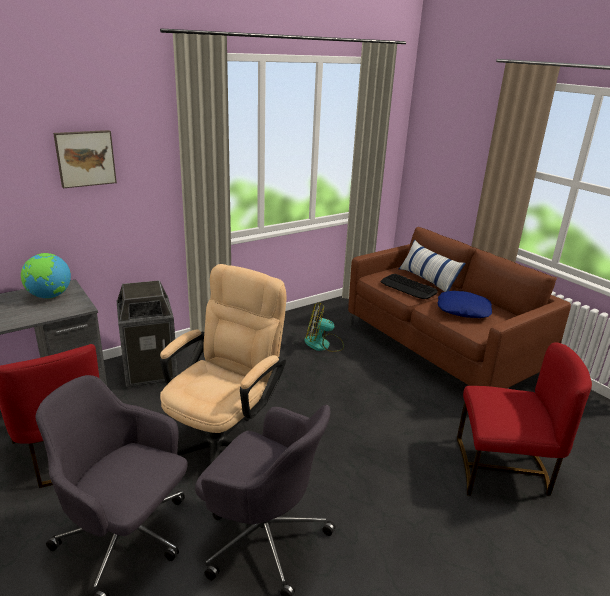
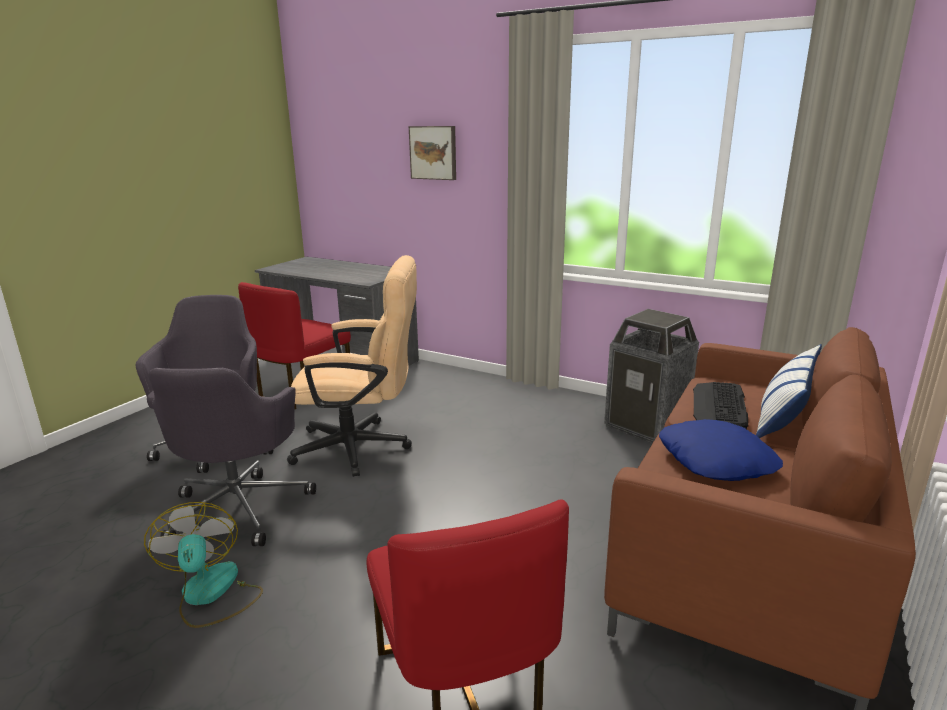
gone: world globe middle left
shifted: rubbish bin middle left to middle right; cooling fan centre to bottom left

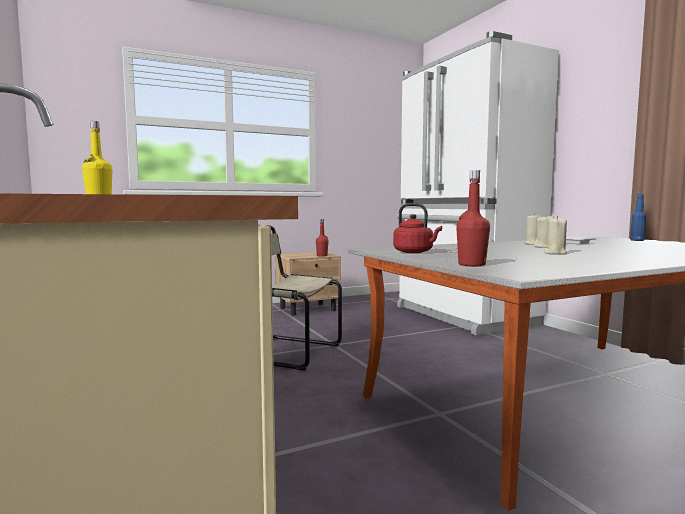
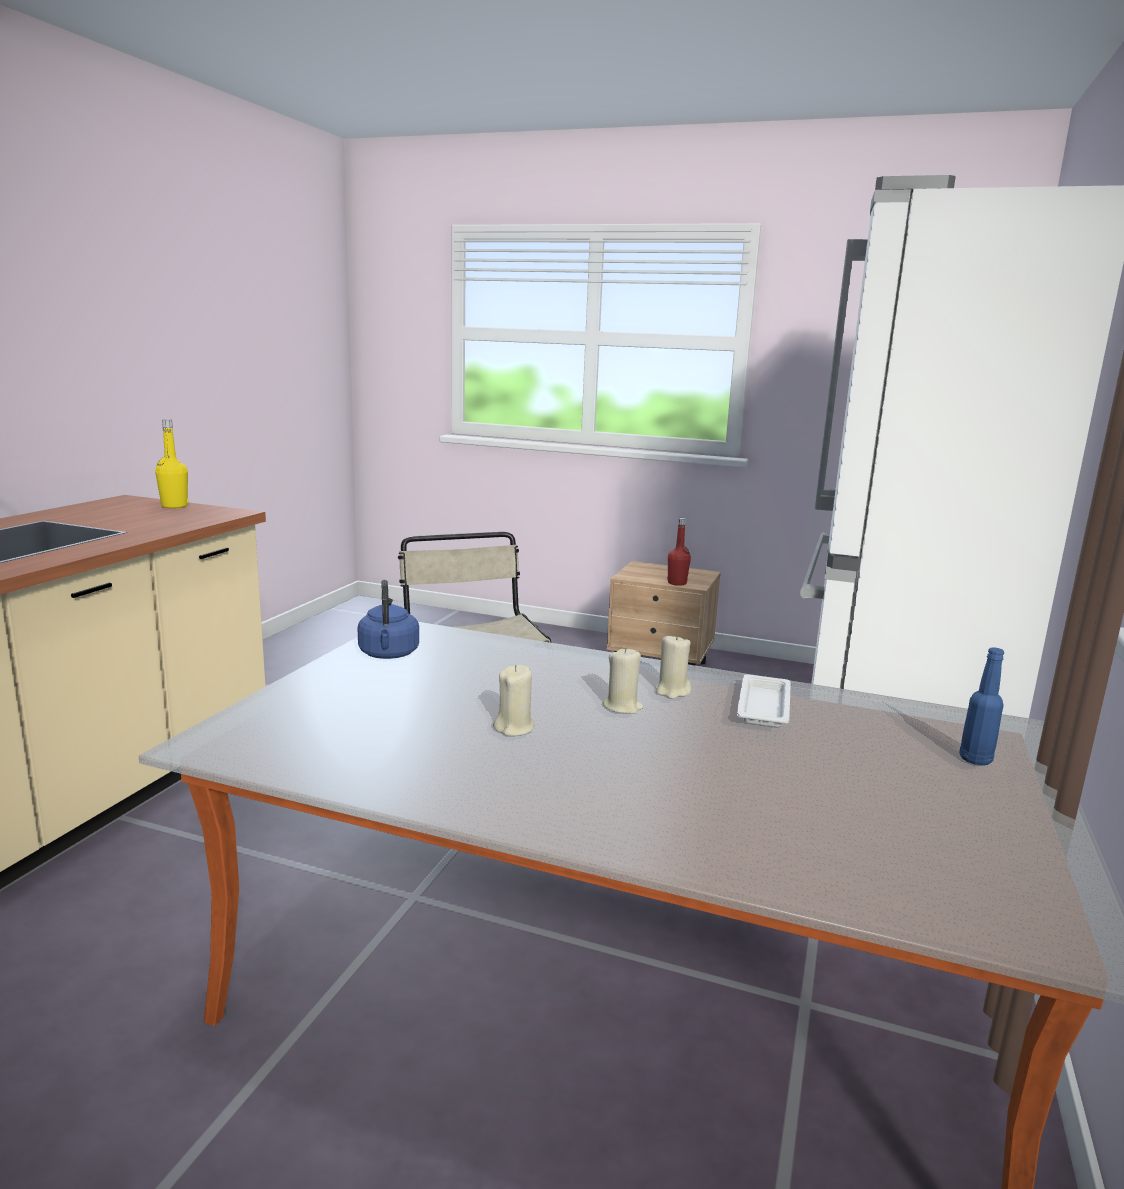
gone: red bottle (no. 2 from left) middle right
repainted: red kettle centre to bluish kettle centre

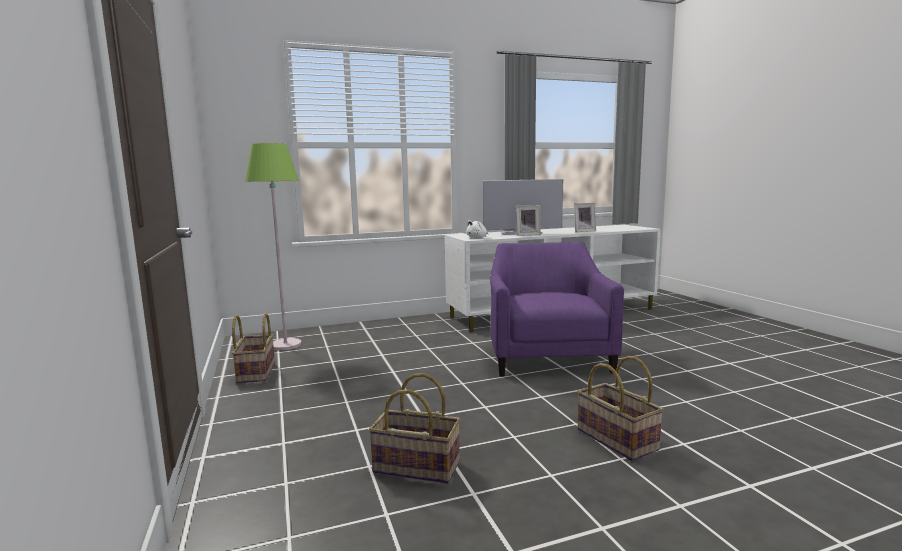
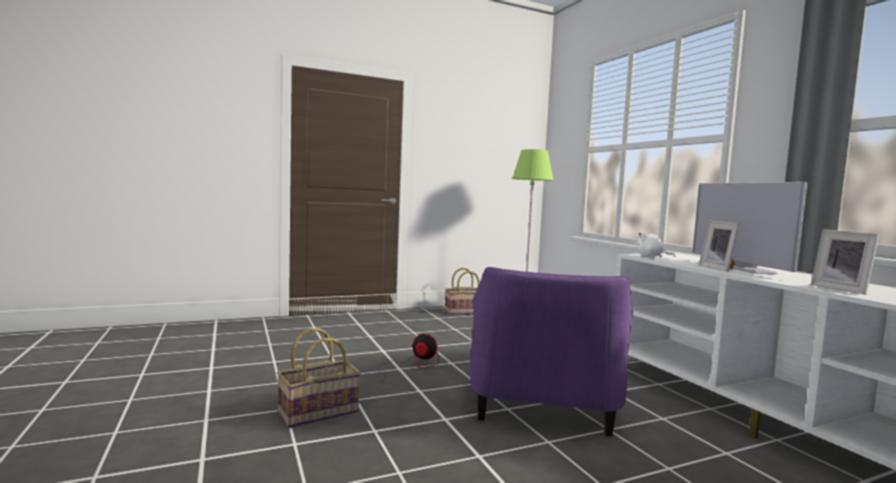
gone: household basket (no. 2 from left) bottom centre
new: cooling fan bottom centre
rotated: purplish armchair centre = bottom centre 105 degrees clockwise

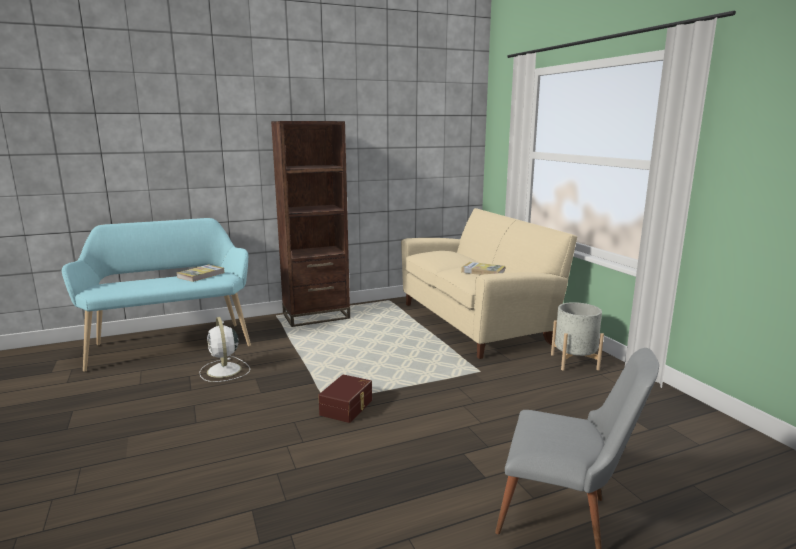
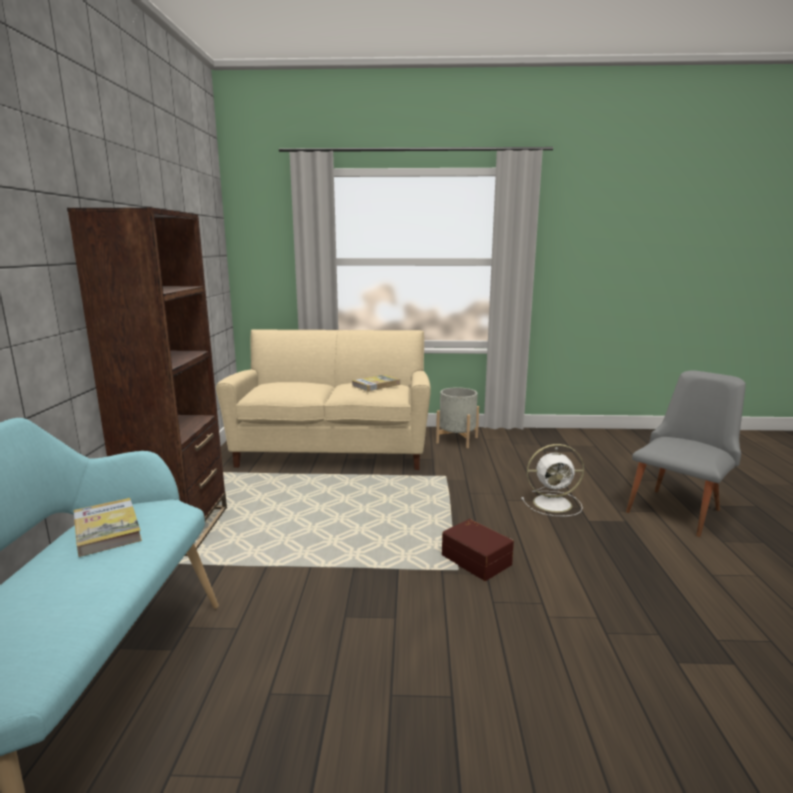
shifted: whitish cooling fan middle left to middle right

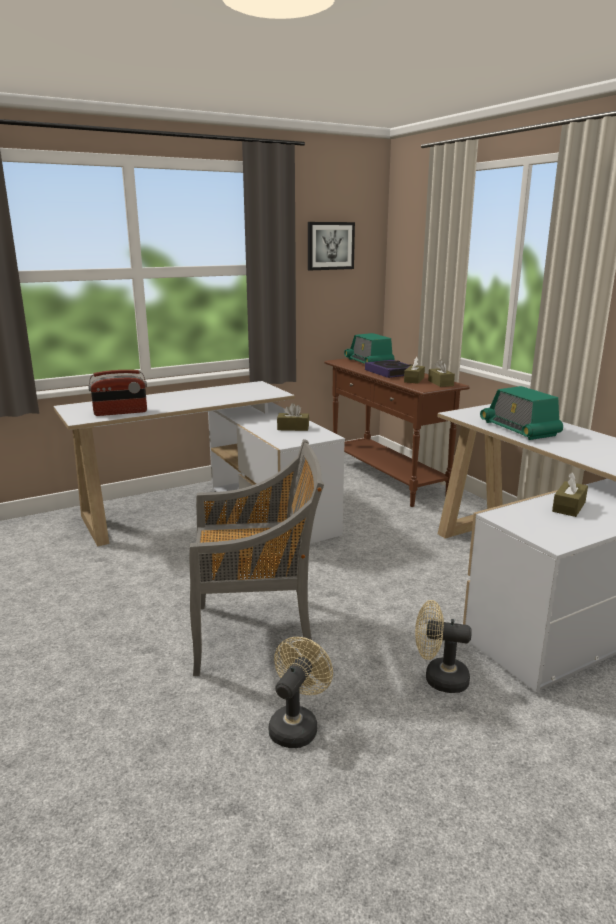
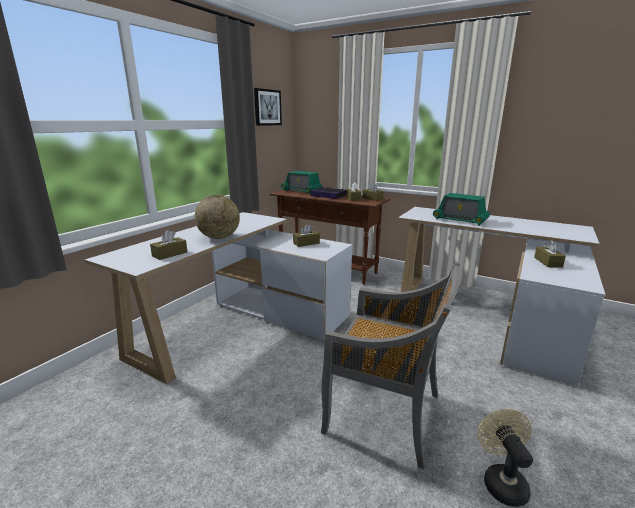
gone: beige cooling fan (no. 2 from left) bottom right
new: world globe centre
swapped: radio receiver (no. 1 from left) middle left to brown tissue holder (no. 1 from left) middle left
rotated: grey plain chair centre = bottom centre 60 degrees clockwise

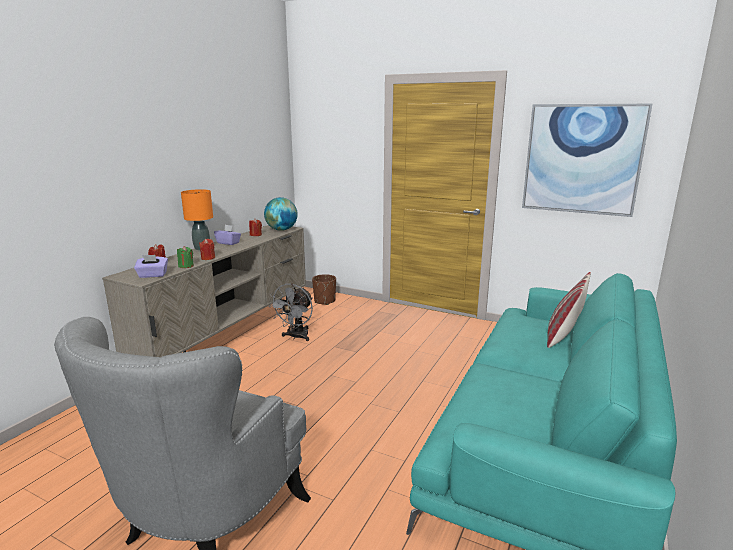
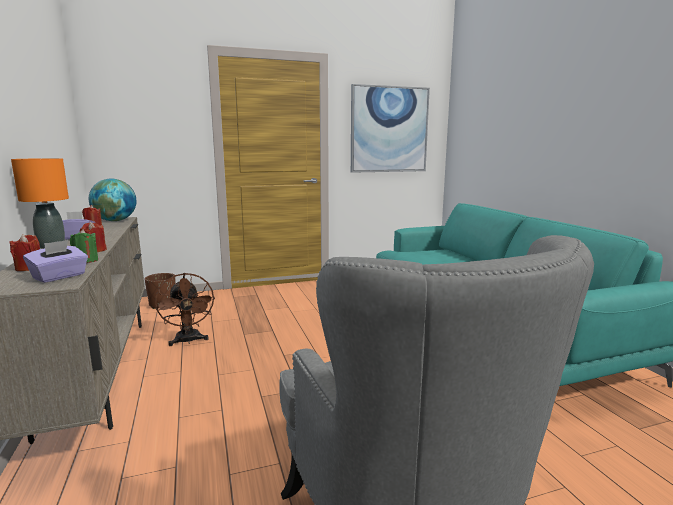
gone: cushion middle right
repainted: grey cooling fan centre to brown cooling fan middle left

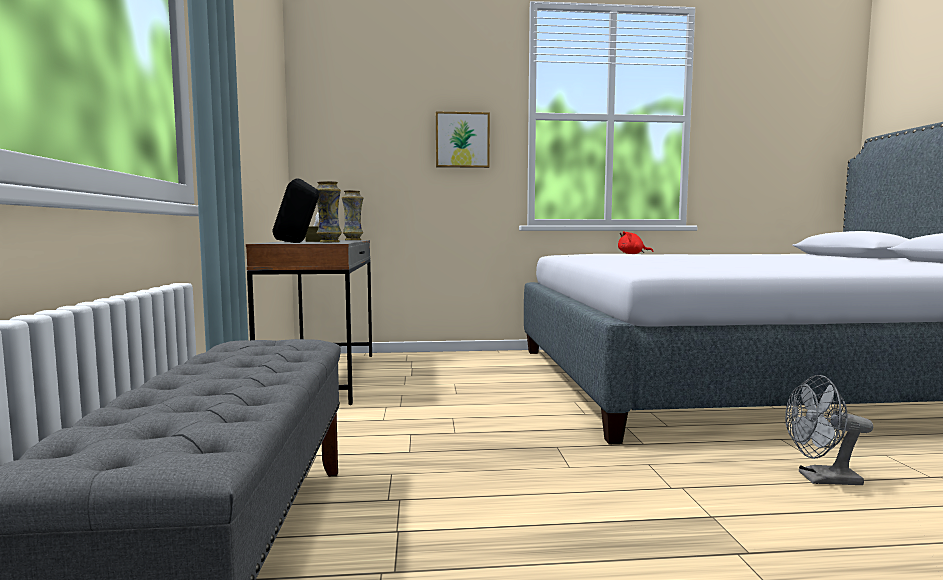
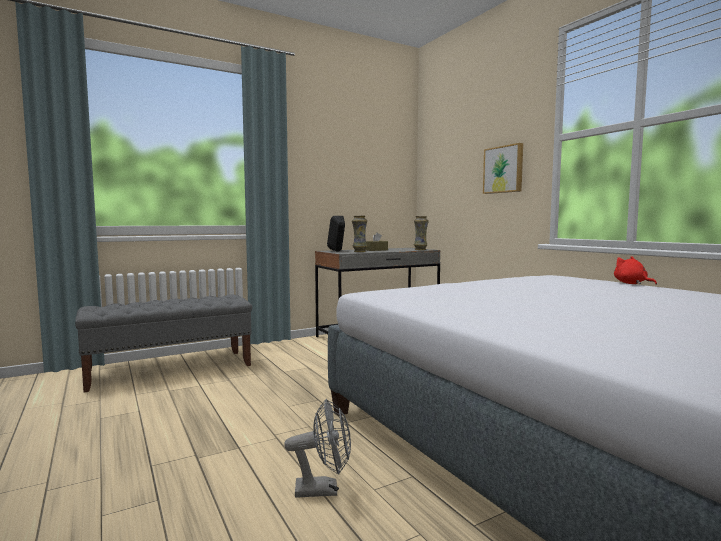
rotated: grey cooling fan bottom right = bottom centre 105 degrees clockwise

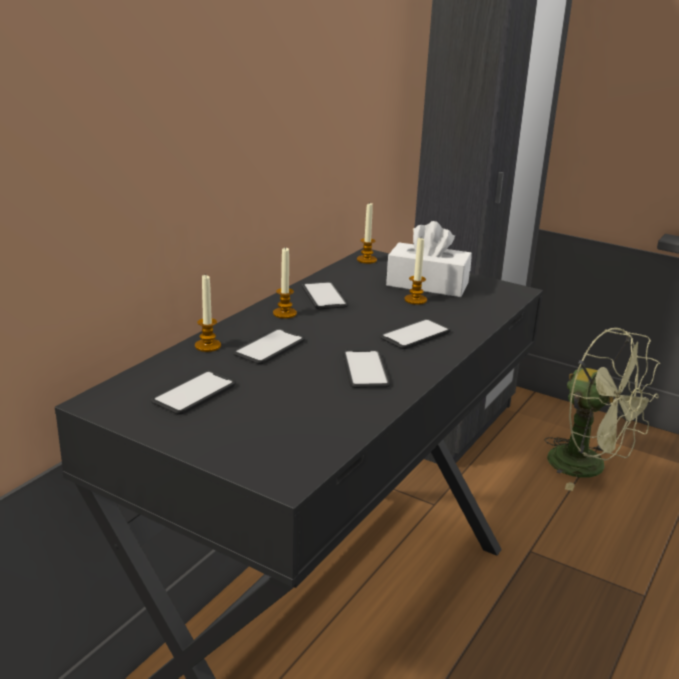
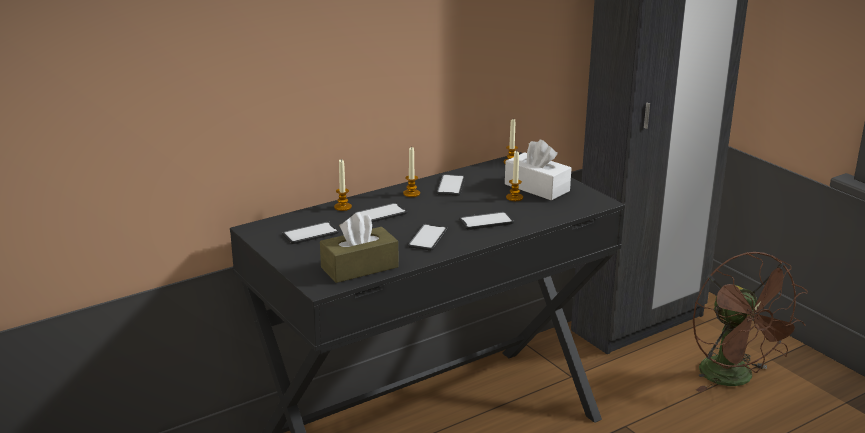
new: brown tissue holder centre
repainted: green-coloured cooling fan middle right to brown cooling fan bottom right

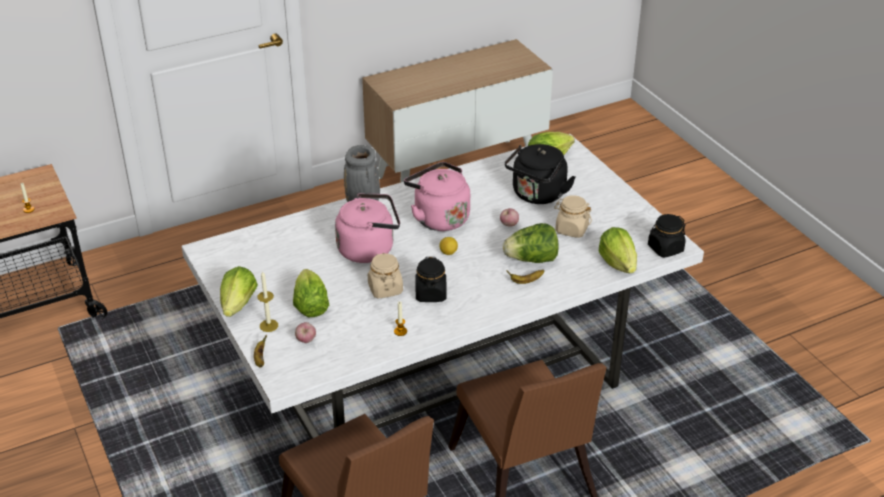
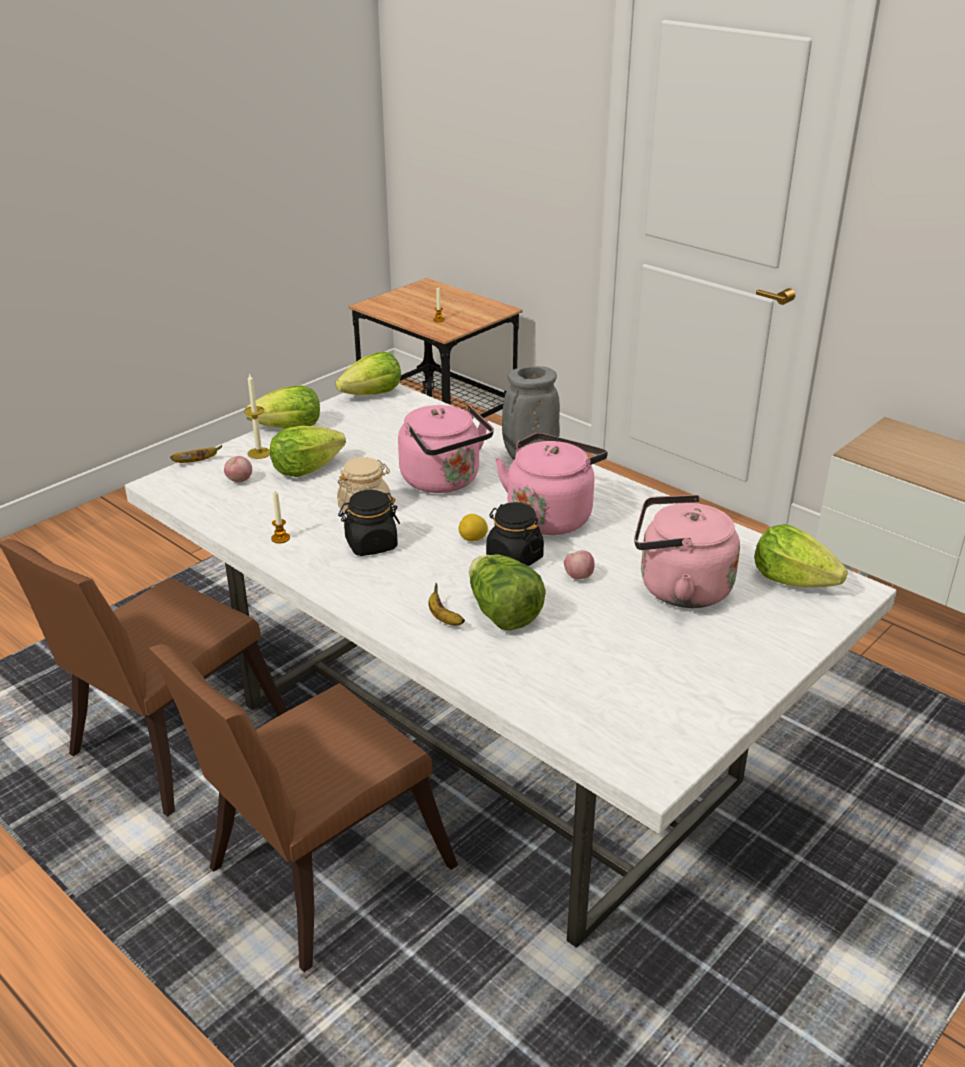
gone: beige storage jar (no. 2 from left) centre
shifted: head of lettuce (no. 5 from left in the first image) middle right to head of lettuce (no. 3 from left) centre; blackish storage jar (no. 2 from left) middle right to centre
repainted: blackish kettle centre to pink-coloured kettle (no. 3 from left) middle right

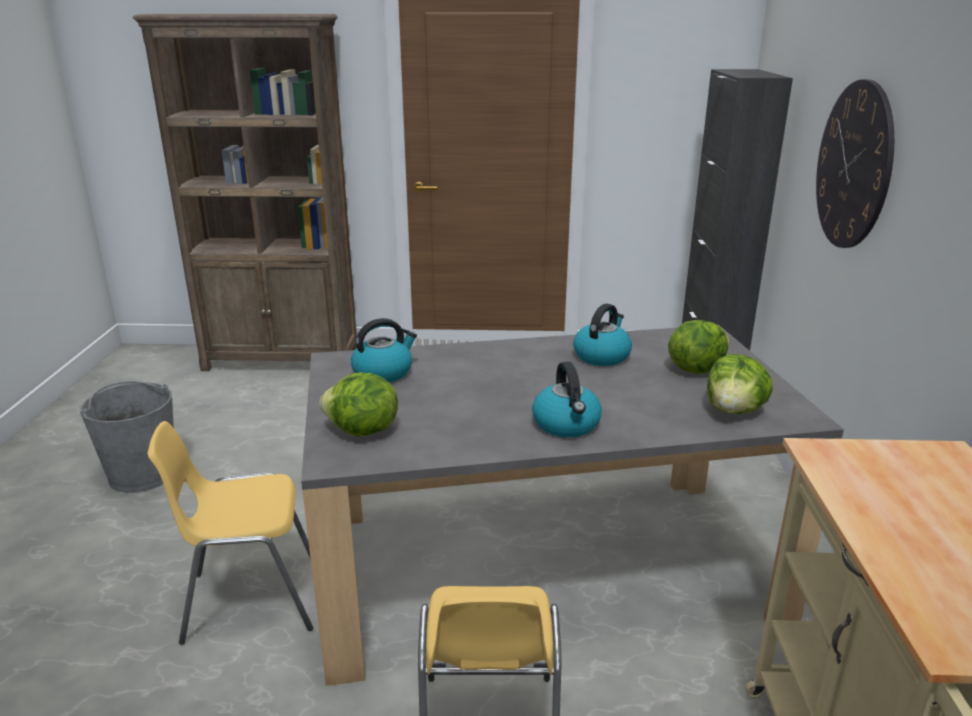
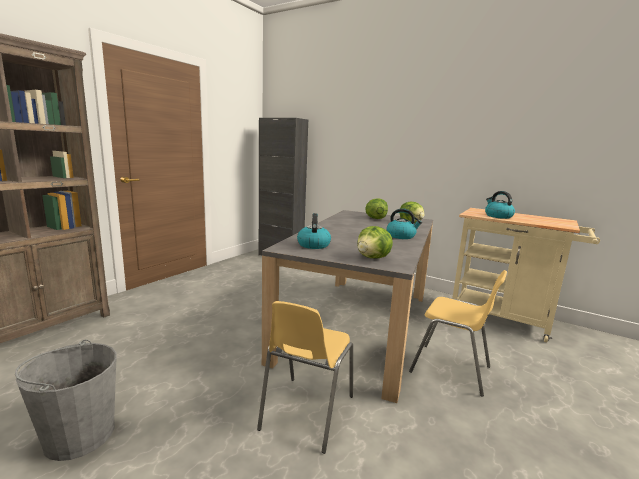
gone: clock on the wall top right
shifted: kettle (no. 3 from left) centre to middle right

